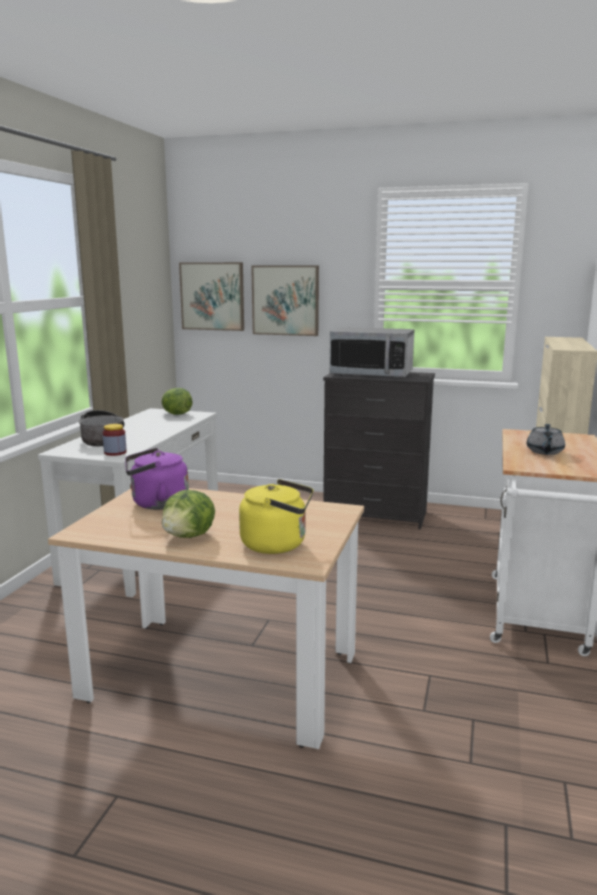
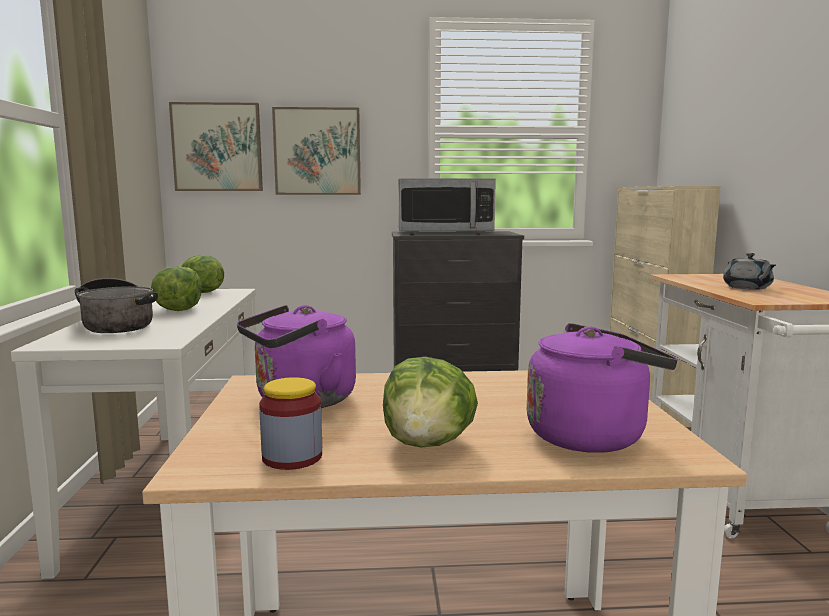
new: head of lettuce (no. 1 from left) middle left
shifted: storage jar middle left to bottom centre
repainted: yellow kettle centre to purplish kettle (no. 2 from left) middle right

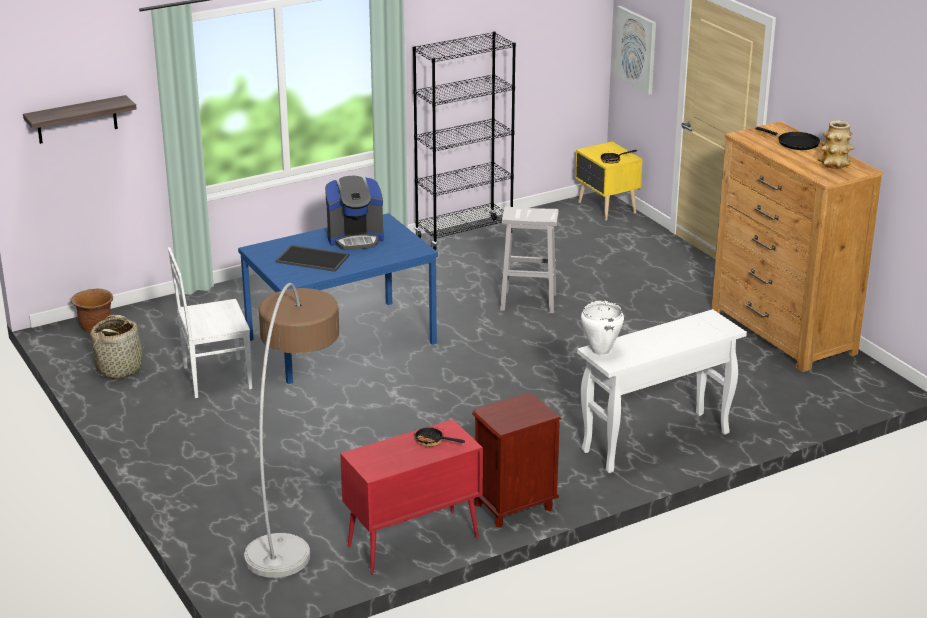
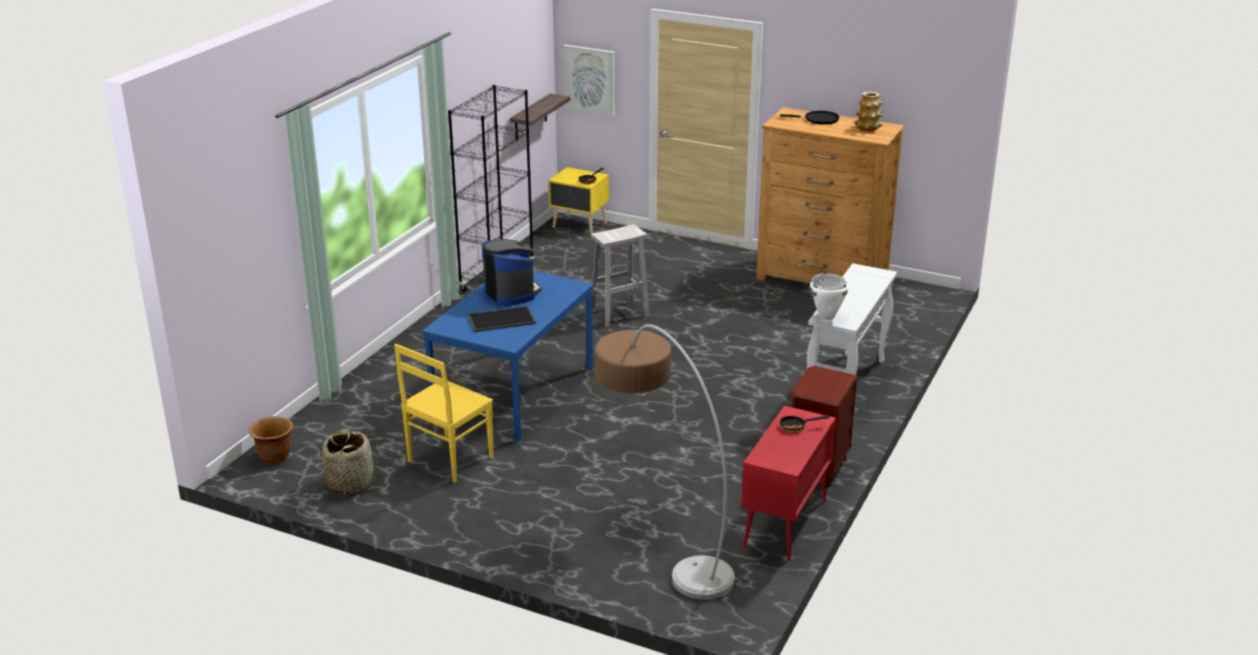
shifted: wall shelf top left to top centre
repainted: whitish plain chair middle left to yellow plain chair centre
rotated: coffee maker centre = centre 75 degrees counterclockwise

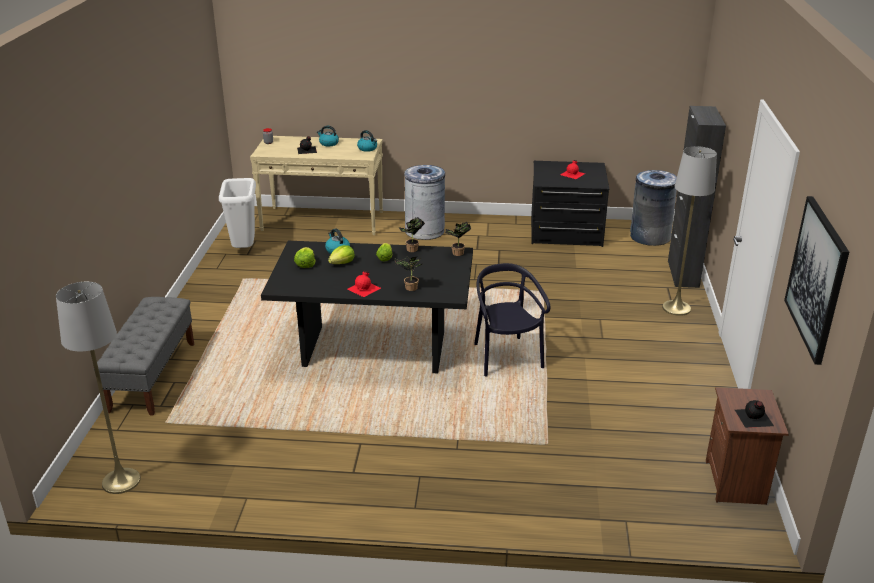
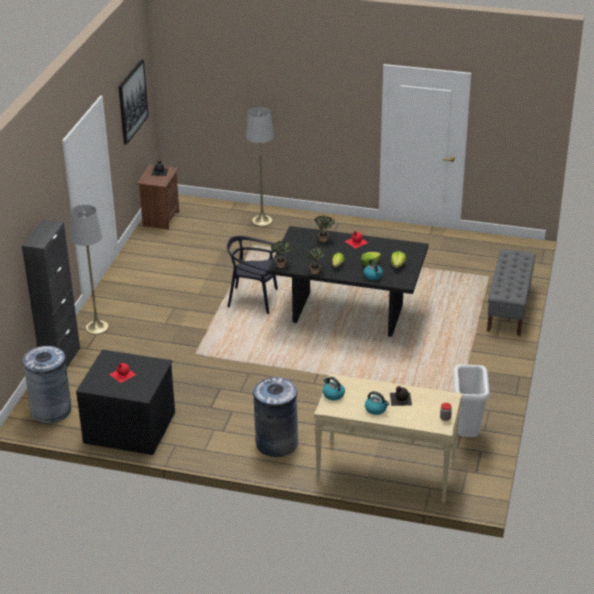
shifted: grey standard lamp (no. 1 from left in the first image) middle left to grey standard lamp (no. 2 from left) top centre
rotated: blackish plain chair centre = centre 105 degrees clockwise

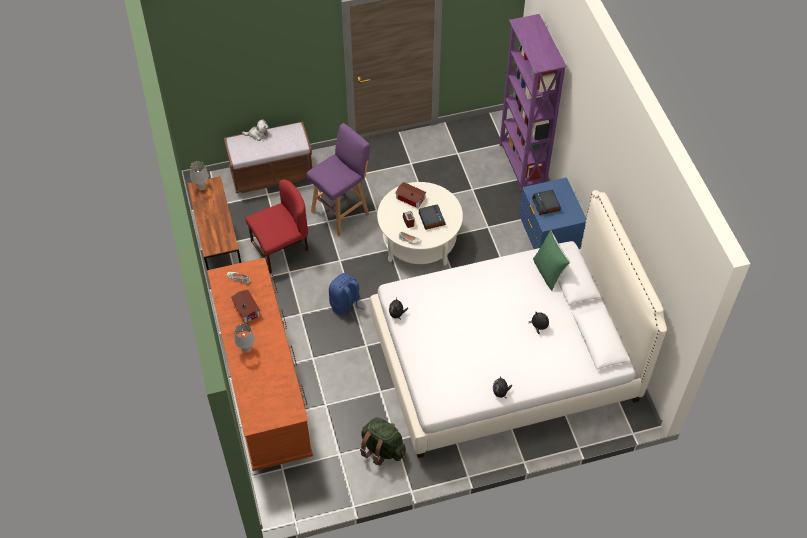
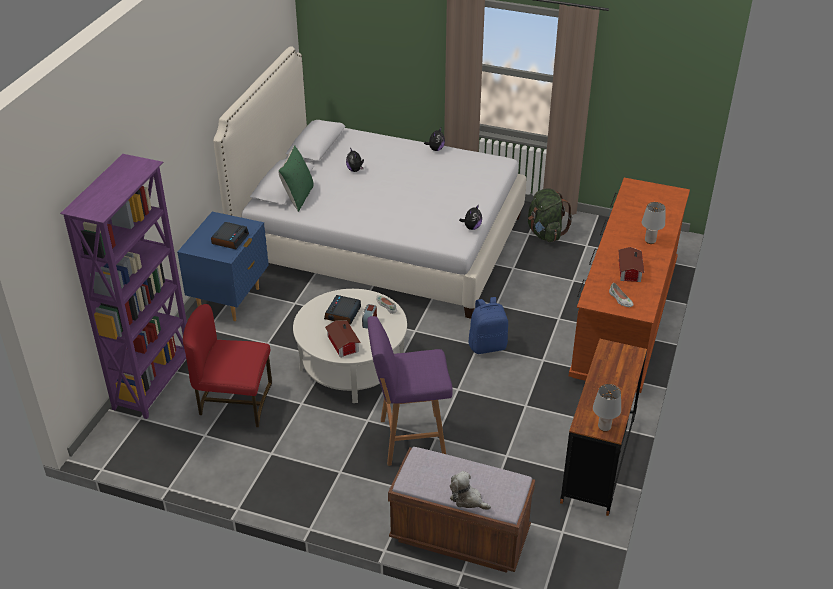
shifted: red plain chair centre to middle left

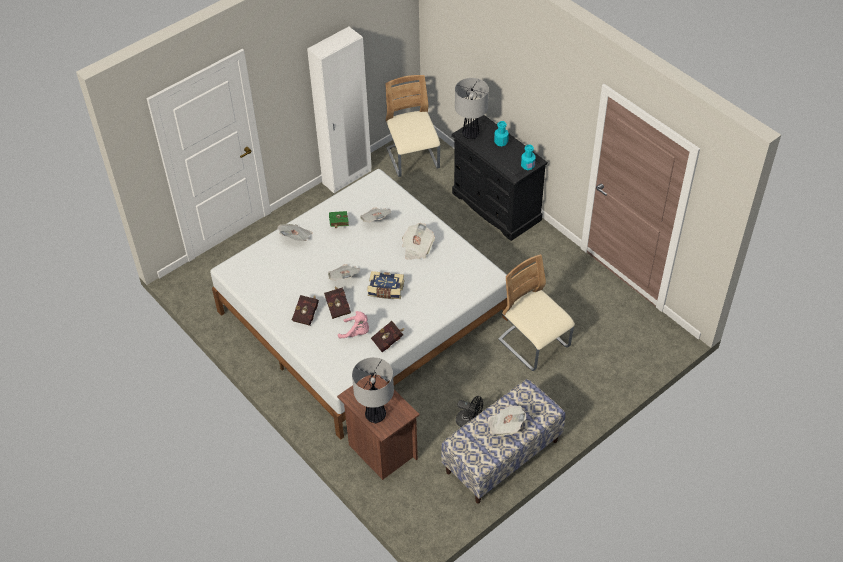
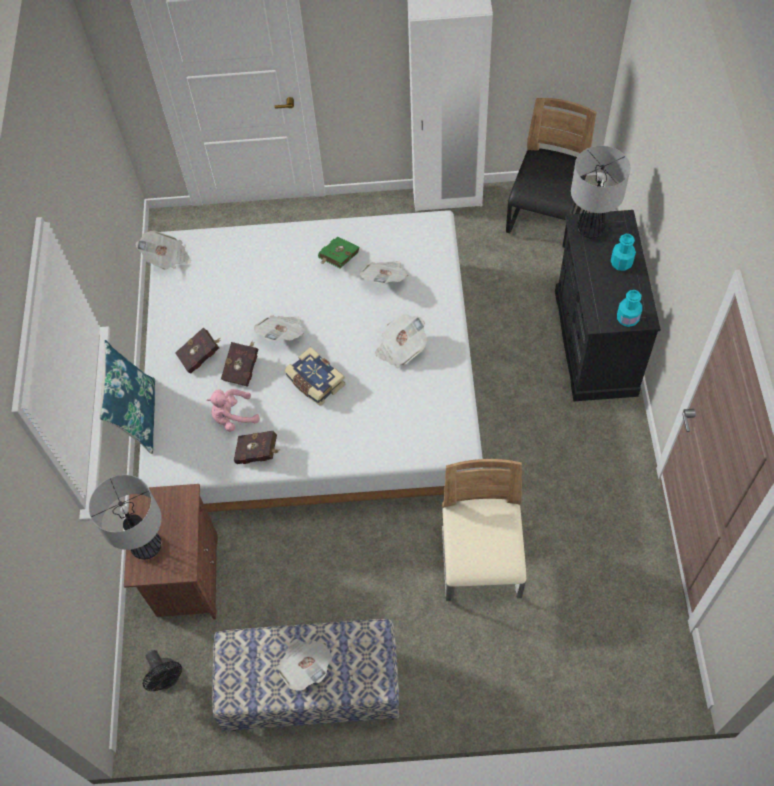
new: bluish cushion middle left
shifted: printed paper (no. 1 from left) centre to top left; blackish cooling fan bottom centre to bottom left
repainted: beige plain chair (no. 1 from left) top centre to blackish plain chair top right
rotated: pink-coloured plush toy centre = middle left 105 degrees clockwise

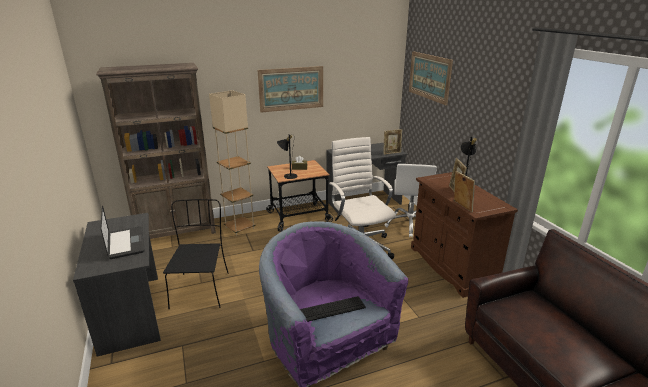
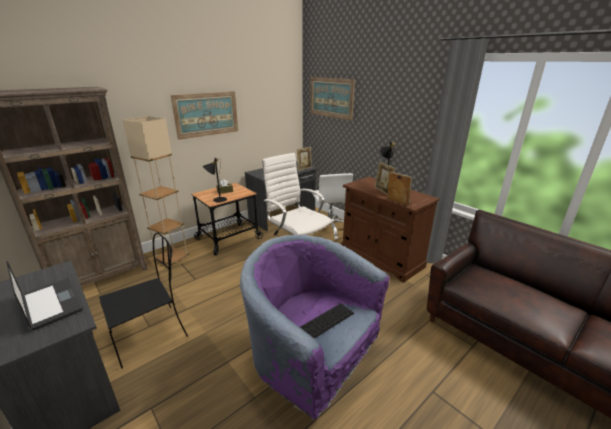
rotated: blackish plain chair middle left = bottom left 75 degrees clockwise

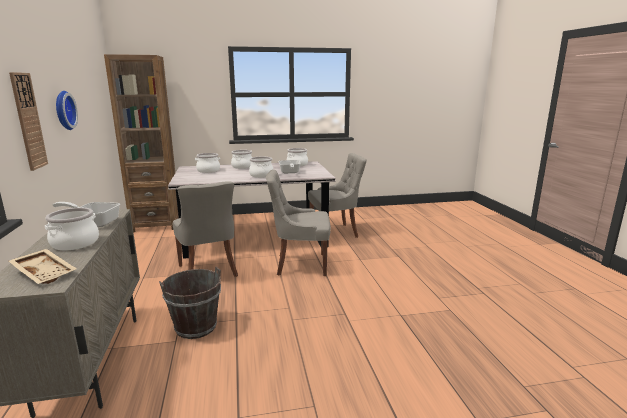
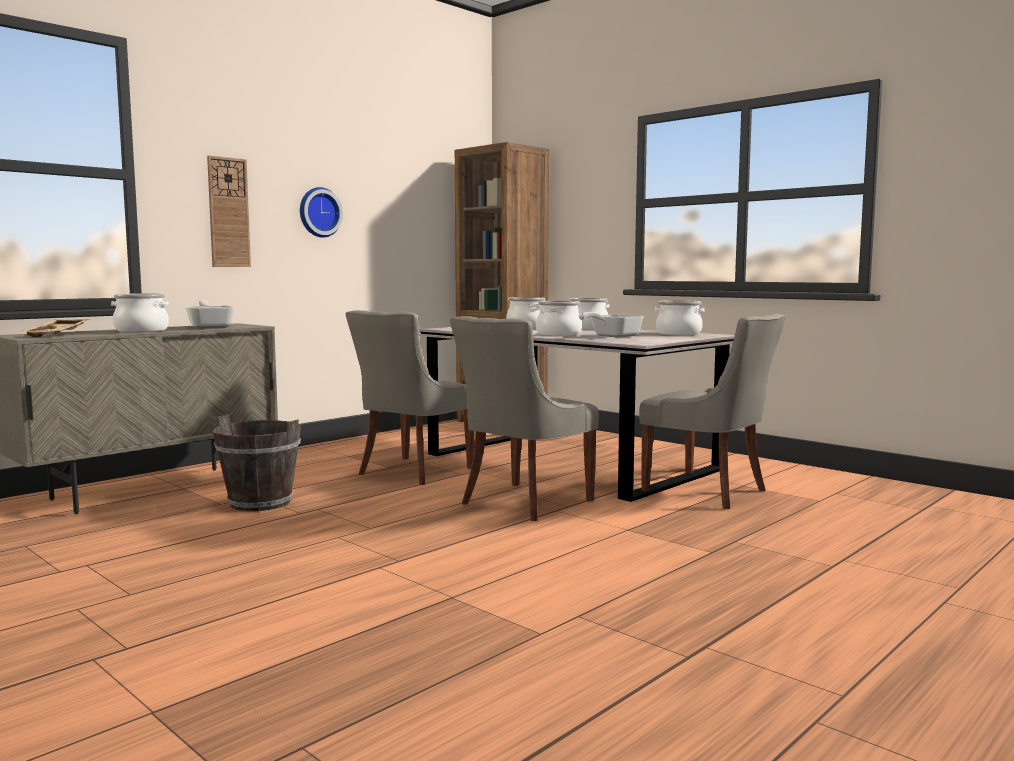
rotated: grey plain chair (no. 2 from left) centre = centre 105 degrees counterclockwise

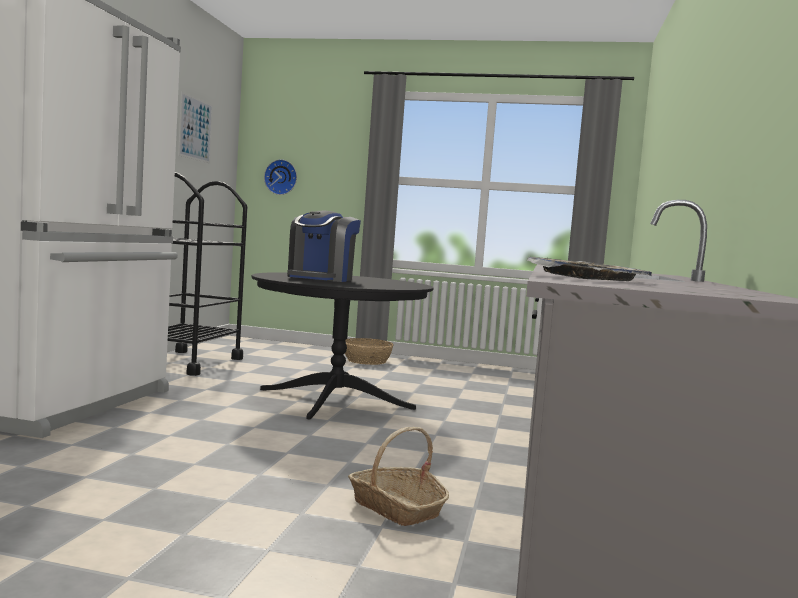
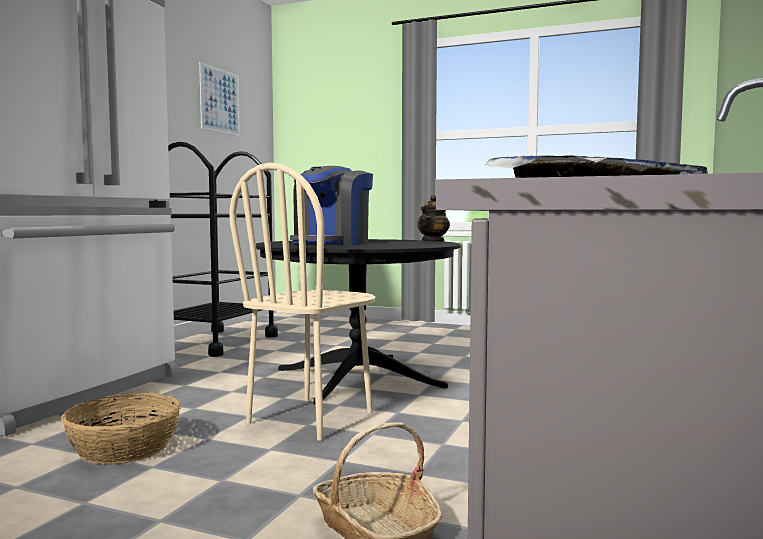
gone: clock on the wall top centre
new: beige plain chair centre; teapot centre
shifted: household basket (no. 1 from left) centre to bottom left

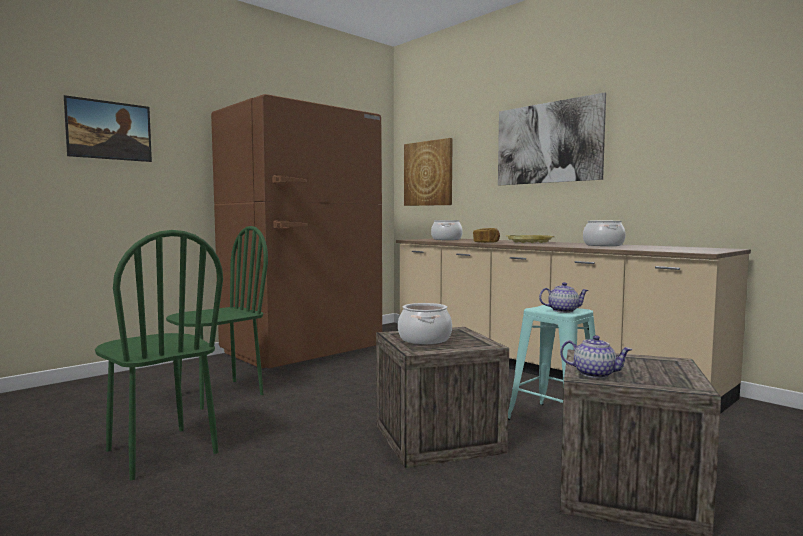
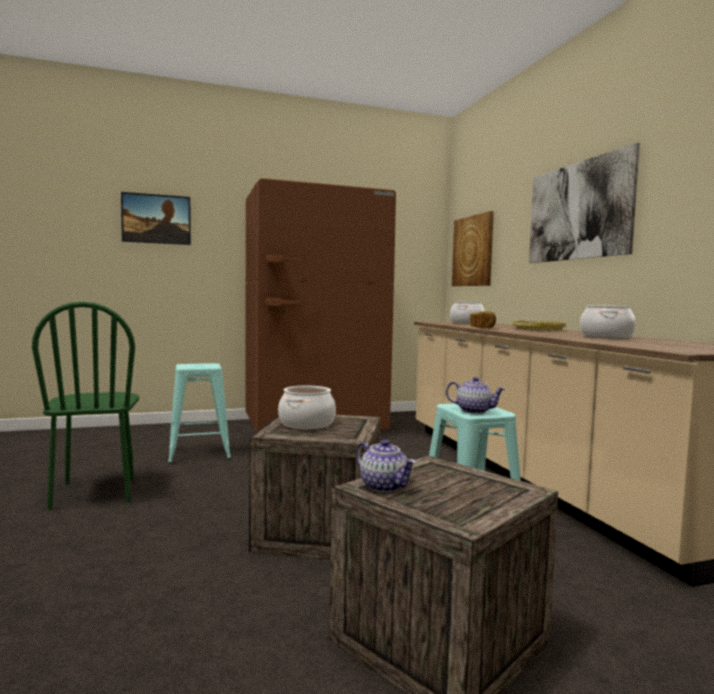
swapped: green-coloured plain chair (no. 2 from left) middle left to turquoise-coloured sitting stool (no. 1 from left) middle left

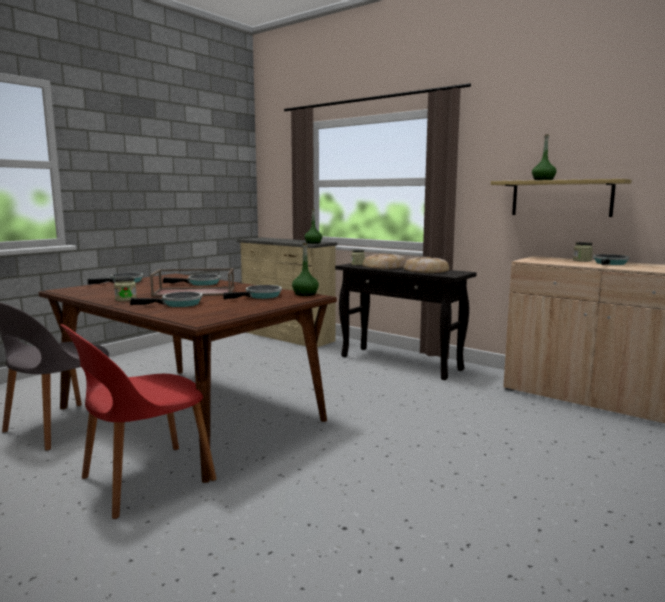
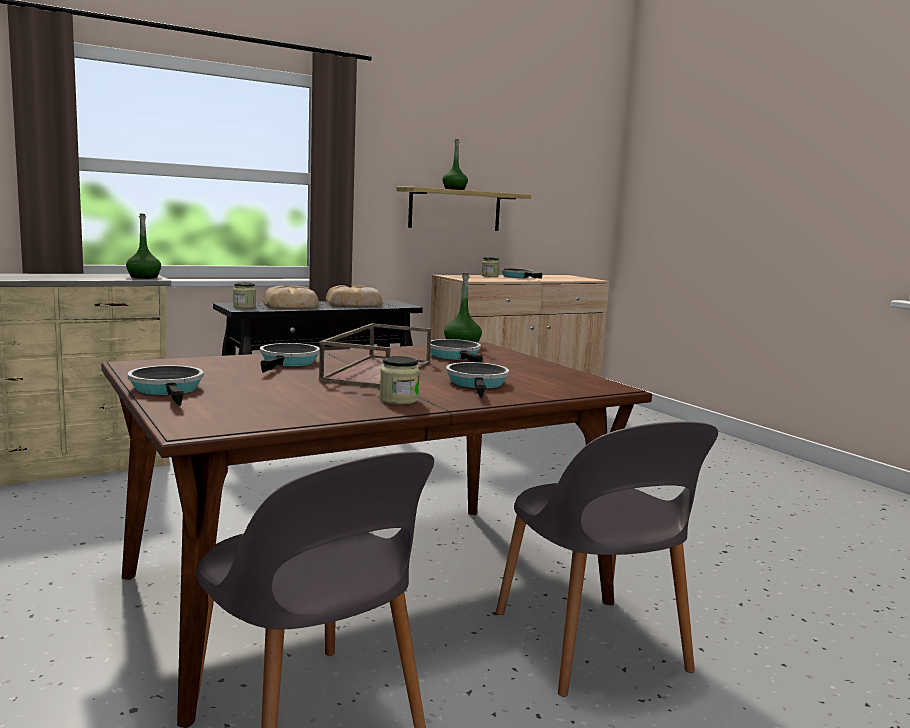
repainted: red plain chair bottom left to grey plain chair (no. 2 from left) bottom right

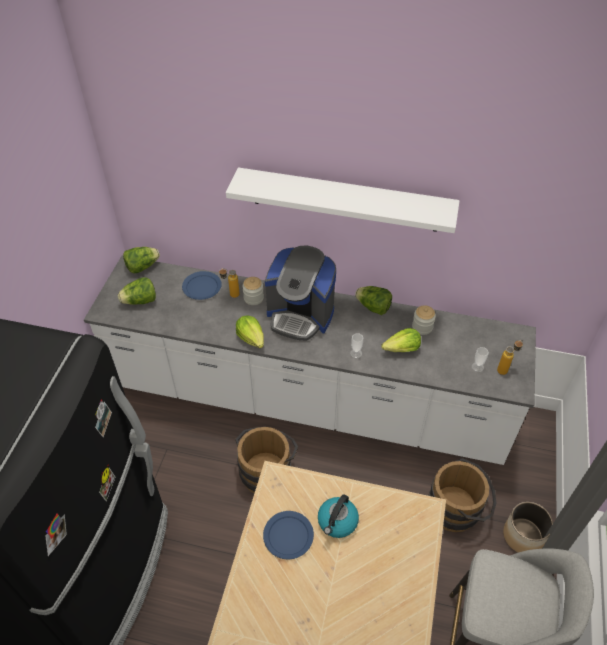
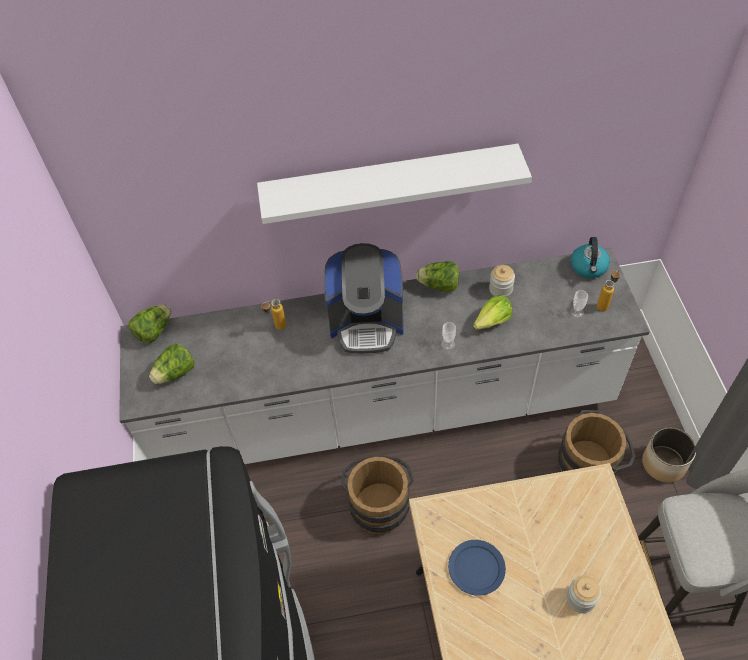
gone: bluish plate (no. 1 from left) middle left; head of lettuce (no. 3 from left) centre
shifted: storage jar (no. 1 from left in the first image) centre to storage jar (no. 2 from left) bottom right; kettle bottom centre to middle right

